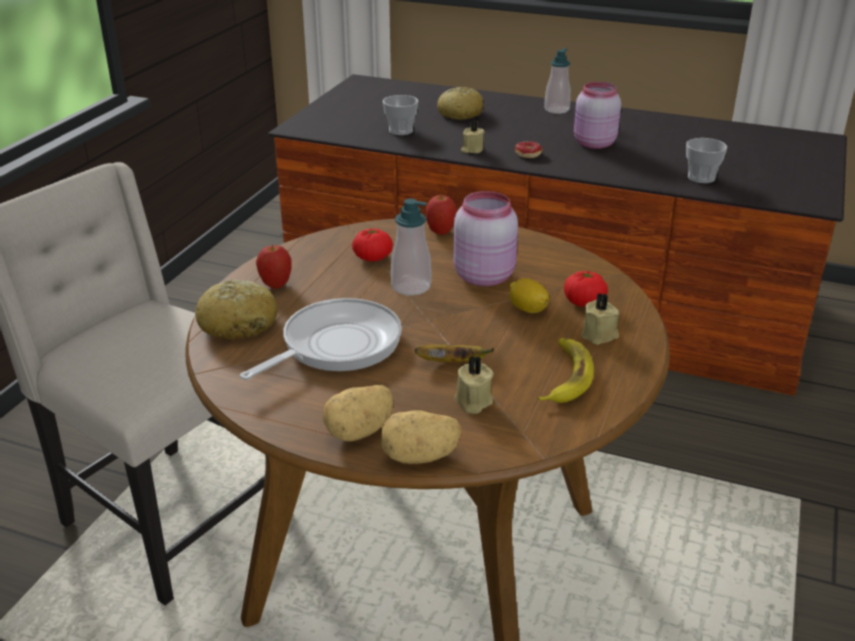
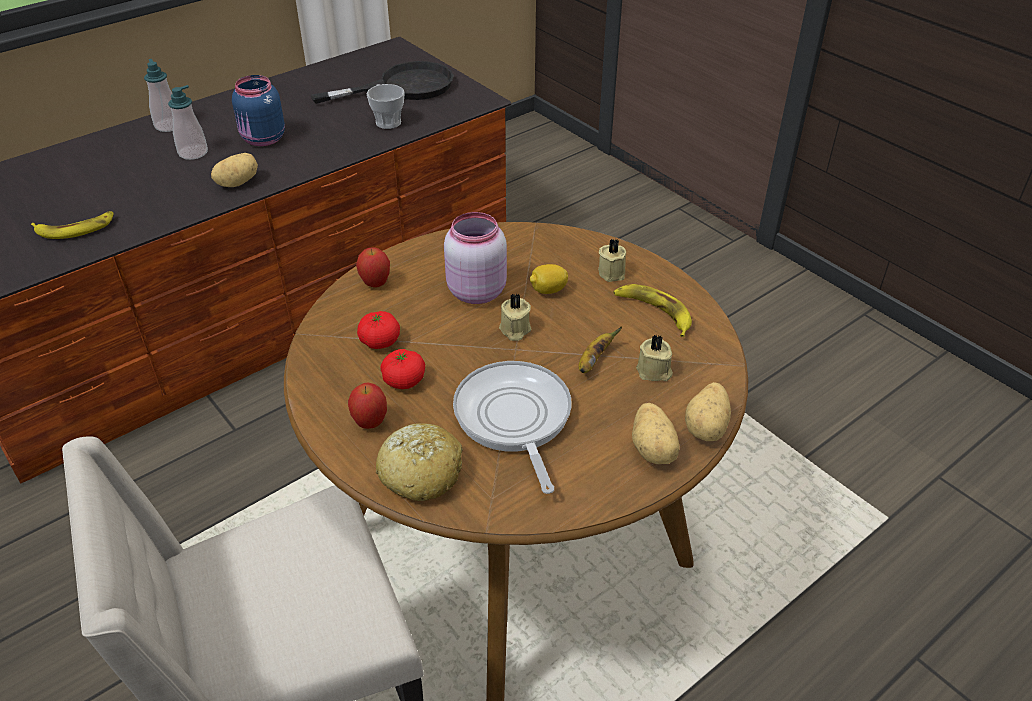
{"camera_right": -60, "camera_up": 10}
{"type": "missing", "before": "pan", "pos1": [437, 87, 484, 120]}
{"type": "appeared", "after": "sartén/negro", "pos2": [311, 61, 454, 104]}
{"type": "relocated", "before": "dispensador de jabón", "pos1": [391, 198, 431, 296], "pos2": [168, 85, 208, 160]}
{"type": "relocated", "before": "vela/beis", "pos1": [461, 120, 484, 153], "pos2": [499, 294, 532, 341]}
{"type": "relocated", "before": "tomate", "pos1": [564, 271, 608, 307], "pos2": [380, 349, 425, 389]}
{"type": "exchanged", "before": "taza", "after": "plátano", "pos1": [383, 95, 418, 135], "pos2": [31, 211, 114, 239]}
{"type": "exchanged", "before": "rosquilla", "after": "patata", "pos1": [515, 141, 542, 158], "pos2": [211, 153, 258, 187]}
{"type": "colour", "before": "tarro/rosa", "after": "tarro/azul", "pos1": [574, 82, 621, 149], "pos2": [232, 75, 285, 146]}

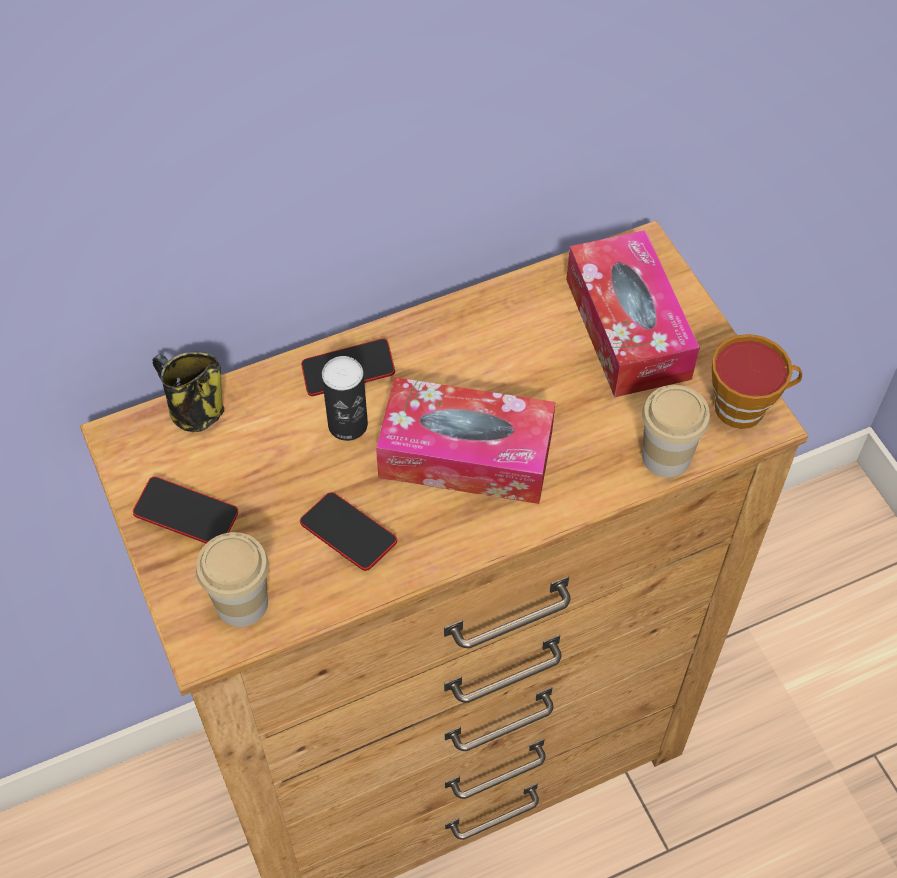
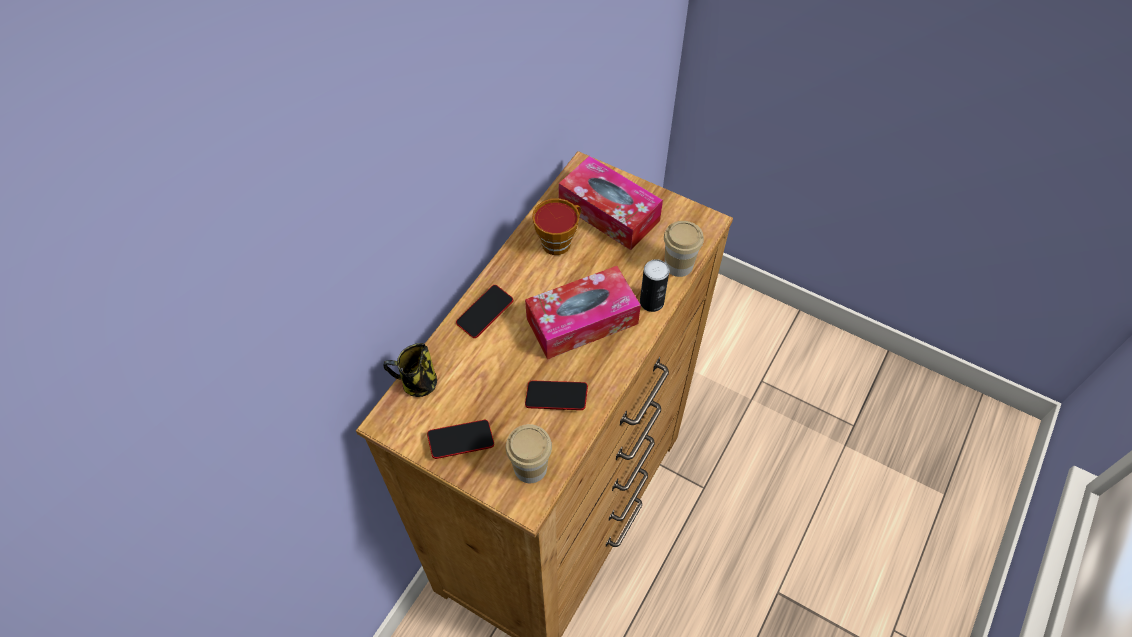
{"camera_right": -35, "camera_up": 0}
{"type": "relocated", "before": "lata", "pos1": [322, 356, 368, 441], "pos2": [640, 259, 669, 312]}
{"type": "relocated", "before": "taza", "pos1": [712, 334, 802, 429], "pos2": [532, 198, 581, 255]}

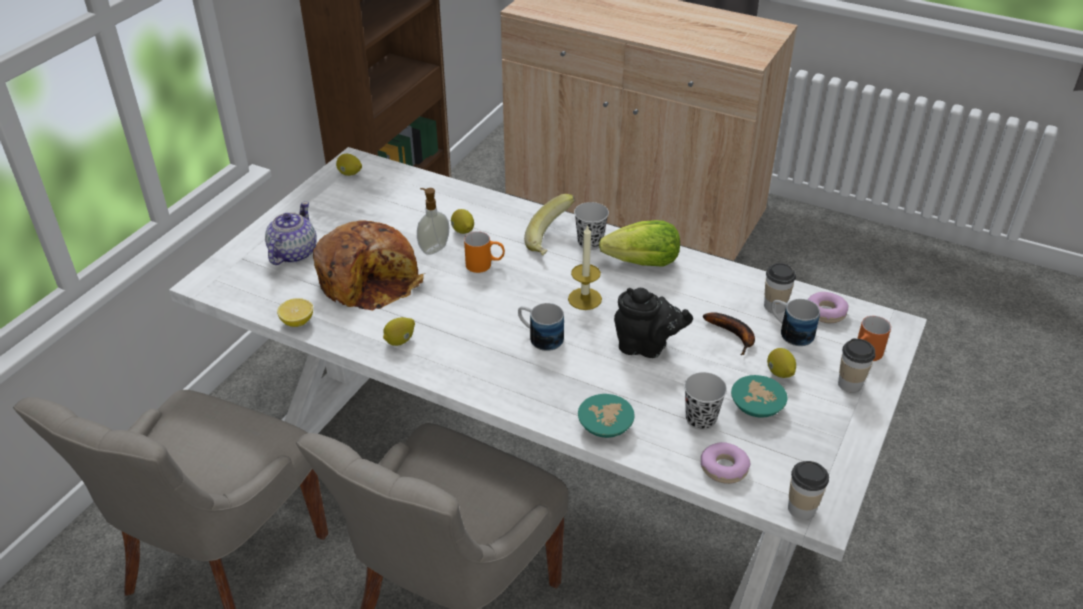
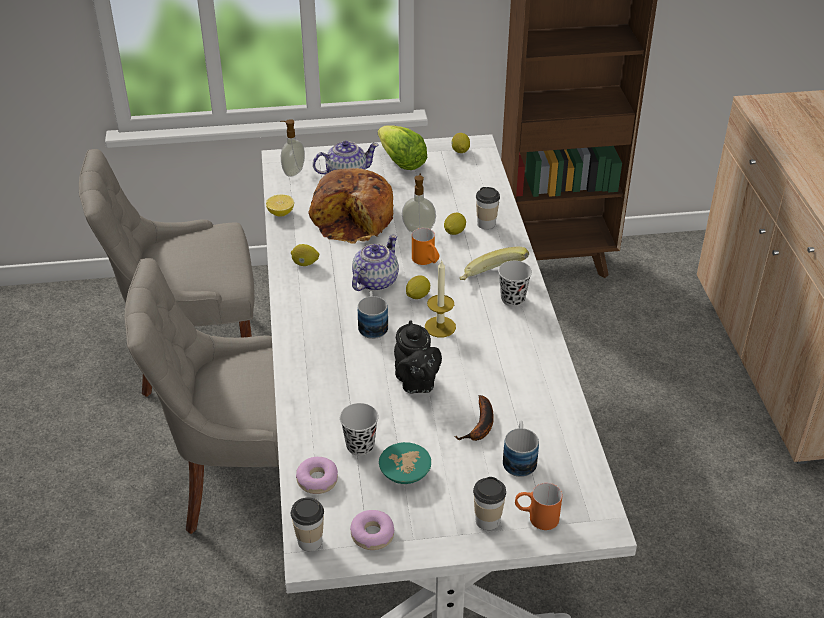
{"camera_right": 55, "camera_up": 0}
{"type": "missing", "before": "cuenco/turquesa", "pos1": [578, 394, 634, 438]}
{"type": "appeared", "after": "dispensador de jabón", "pos2": [280, 119, 305, 177]}
{"type": "appeared", "after": "tetera", "pos2": [352, 235, 399, 291]}
{"type": "relocated", "before": "lechuga", "pos1": [599, 220, 680, 267], "pos2": [378, 125, 428, 170]}
{"type": "relocated", "before": "taza", "pos1": [764, 263, 796, 314], "pos2": [476, 187, 500, 229]}
{"type": "relocated", "before": "limón", "pos1": [767, 348, 796, 378], "pos2": [406, 275, 430, 299]}
{"type": "relocated", "before": "rosquilla", "pos1": [807, 292, 849, 323], "pos2": [350, 510, 394, 550]}

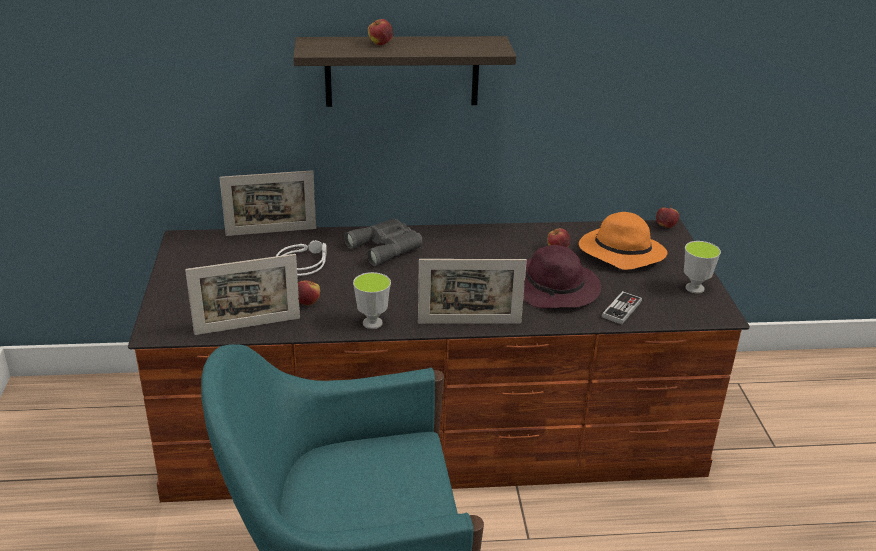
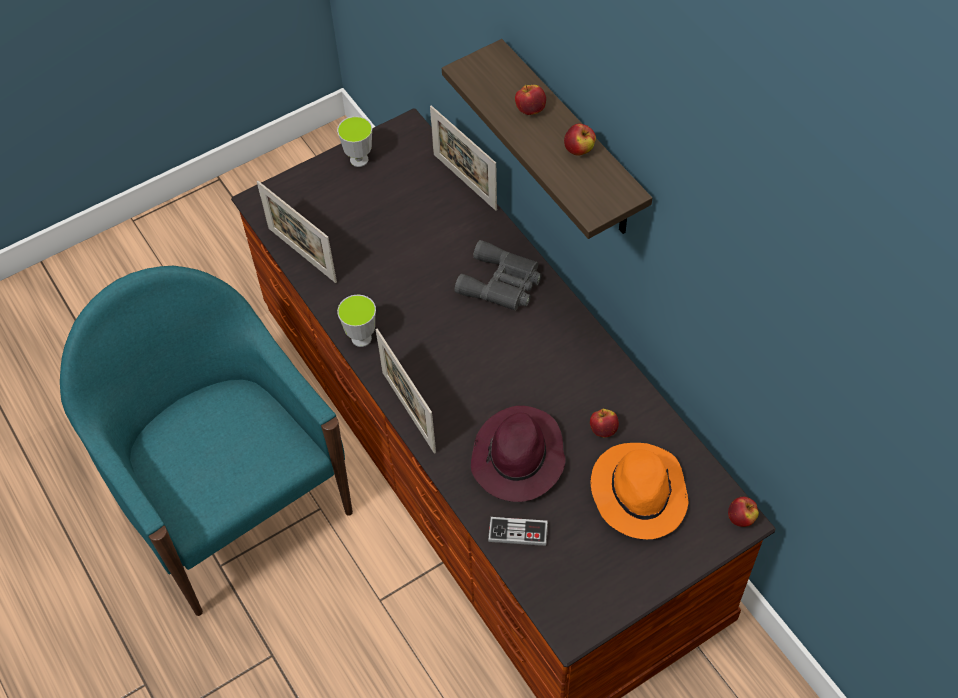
{"camera_right": 65, "camera_up": 25}
{"type": "missing", "before": "auriculares/gris", "pos1": [276, 240, 327, 276]}
{"type": "relocated", "before": "manzana", "pos1": [298, 280, 320, 305], "pos2": [564, 123, 596, 156]}
{"type": "relocated", "before": "taza", "pos1": [684, 241, 721, 294], "pos2": [337, 116, 372, 167]}

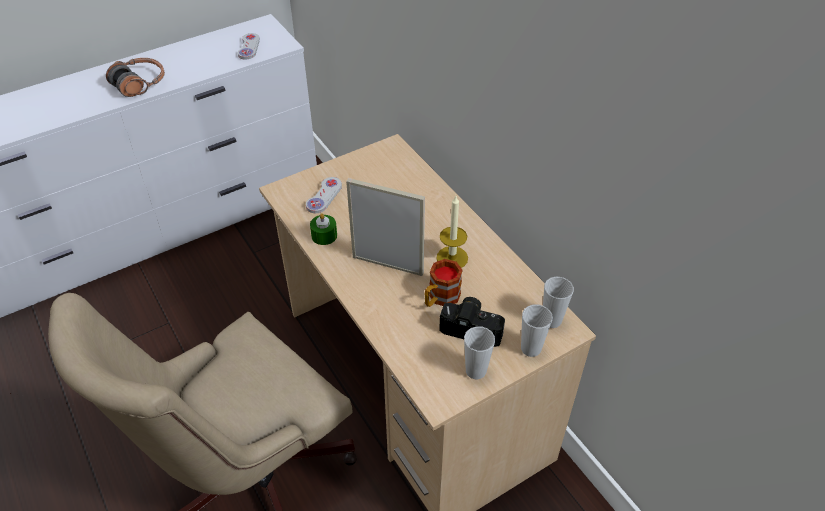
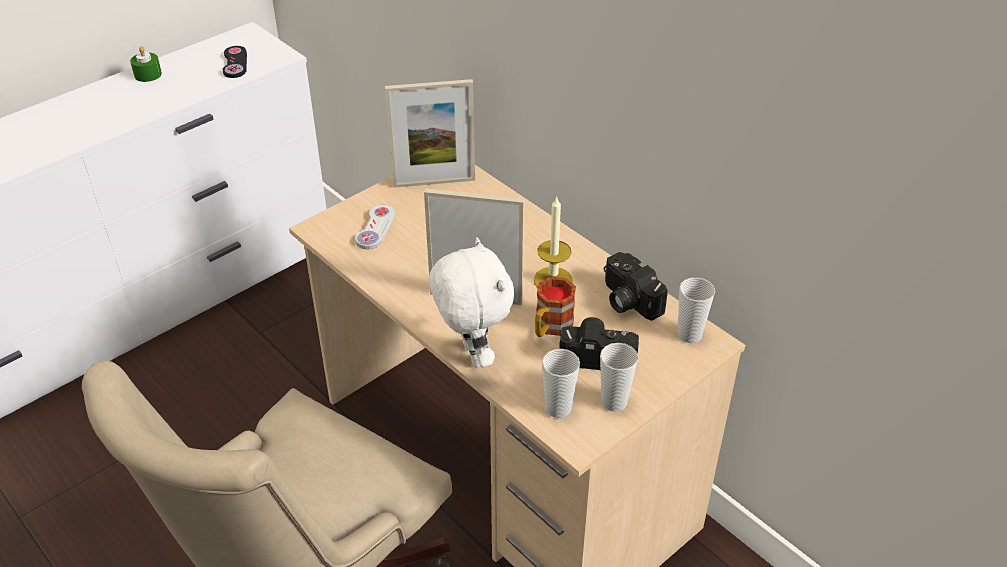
{"camera_right": -10, "camera_up": -5}
{"type": "missing", "before": "auriculares", "pos1": [106, 58, 165, 97]}
{"type": "appeared", "after": "portarretratos", "pos2": [385, 79, 475, 188]}
{"type": "appeared", "after": "peluche/blanco", "pos2": [429, 237, 514, 368]}
{"type": "appeared", "after": "cámara", "pos2": [604, 252, 668, 321]}
{"type": "relocated", "before": "vela/verde", "pos1": [310, 213, 337, 245], "pos2": [130, 46, 162, 82]}
{"type": "relocated", "before": "taza", "pos1": [521, 304, 553, 357], "pos2": [542, 349, 580, 418]}
{"type": "colour", "before": "mando de consola/blanco", "after": "mando de consola/negro", "pos1": [238, 33, 260, 59], "pos2": [223, 46, 247, 78]}

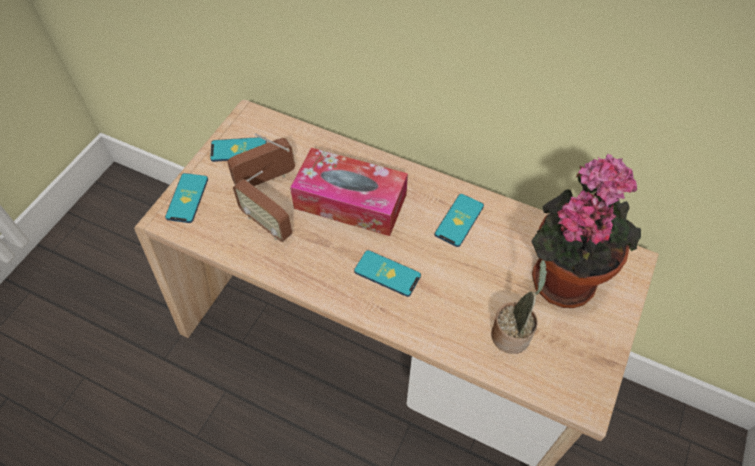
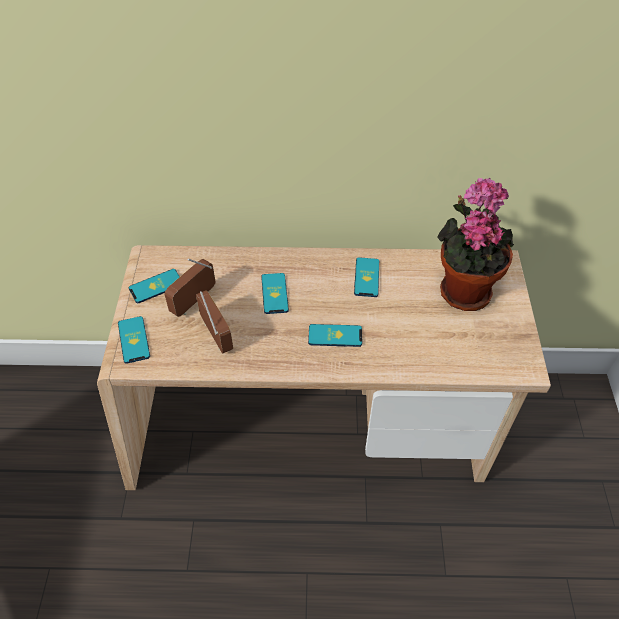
{"camera_right": -25, "camera_up": -5}
{"type": "missing", "before": "planta en maceta", "pos1": [491, 260, 548, 354]}
{"type": "exchanged", "before": "caja de pañuelos", "after": "móvil", "pos1": [290, 148, 408, 236], "pos2": [261, 273, 289, 314]}
{"type": "spun", "before": "radio", "pos1": [233, 171, 292, 242], "pos2": [196, 290, 233, 353], "turn": -135}

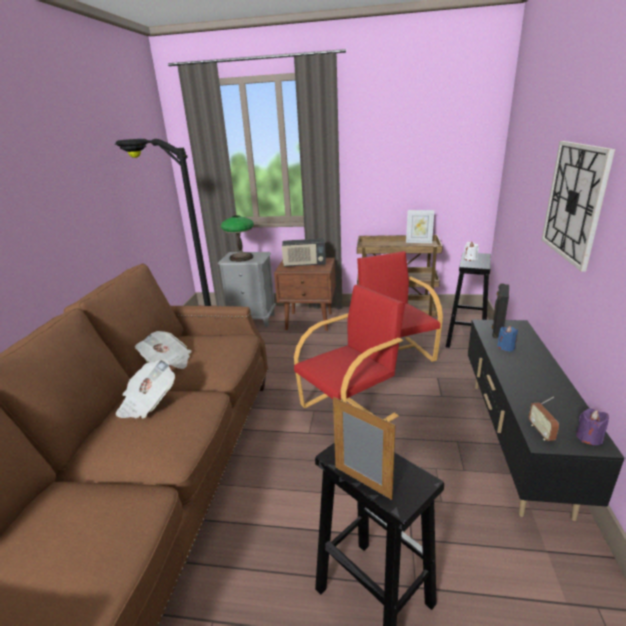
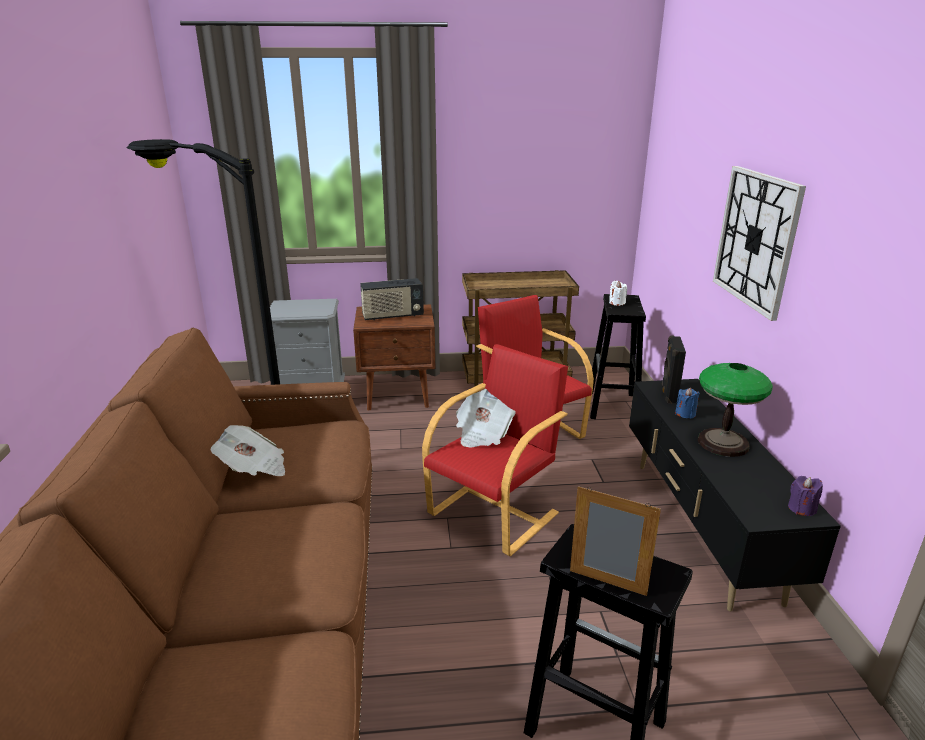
{"camera_right": -15, "camera_up": 0}
{"type": "missing", "before": "portarretratos", "pos1": [406, 210, 434, 243]}
{"type": "missing", "before": "radio", "pos1": [529, 396, 559, 441]}
{"type": "relocated", "before": "periódico", "pos1": [116, 359, 175, 419], "pos2": [456, 389, 516, 447]}
{"type": "relocated", "before": "lámpara de mesa", "pos1": [221, 215, 254, 262], "pos2": [698, 363, 773, 457]}

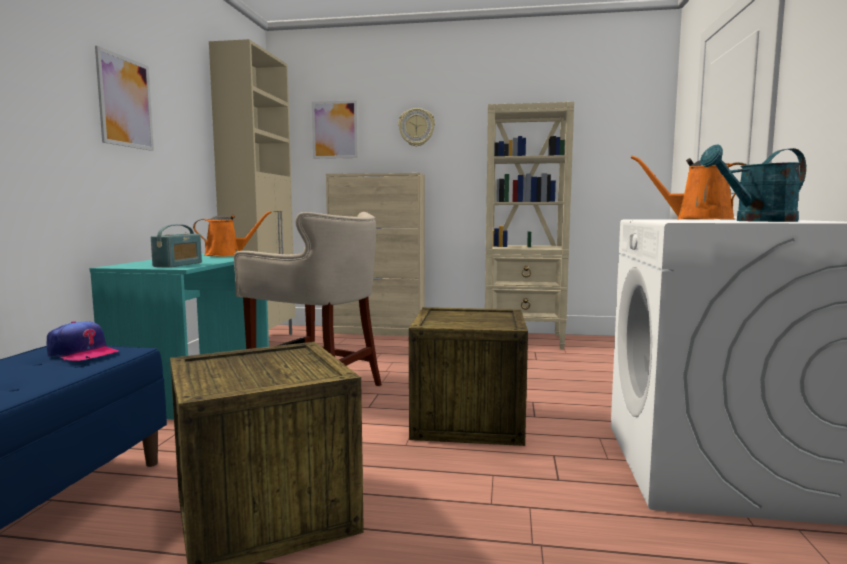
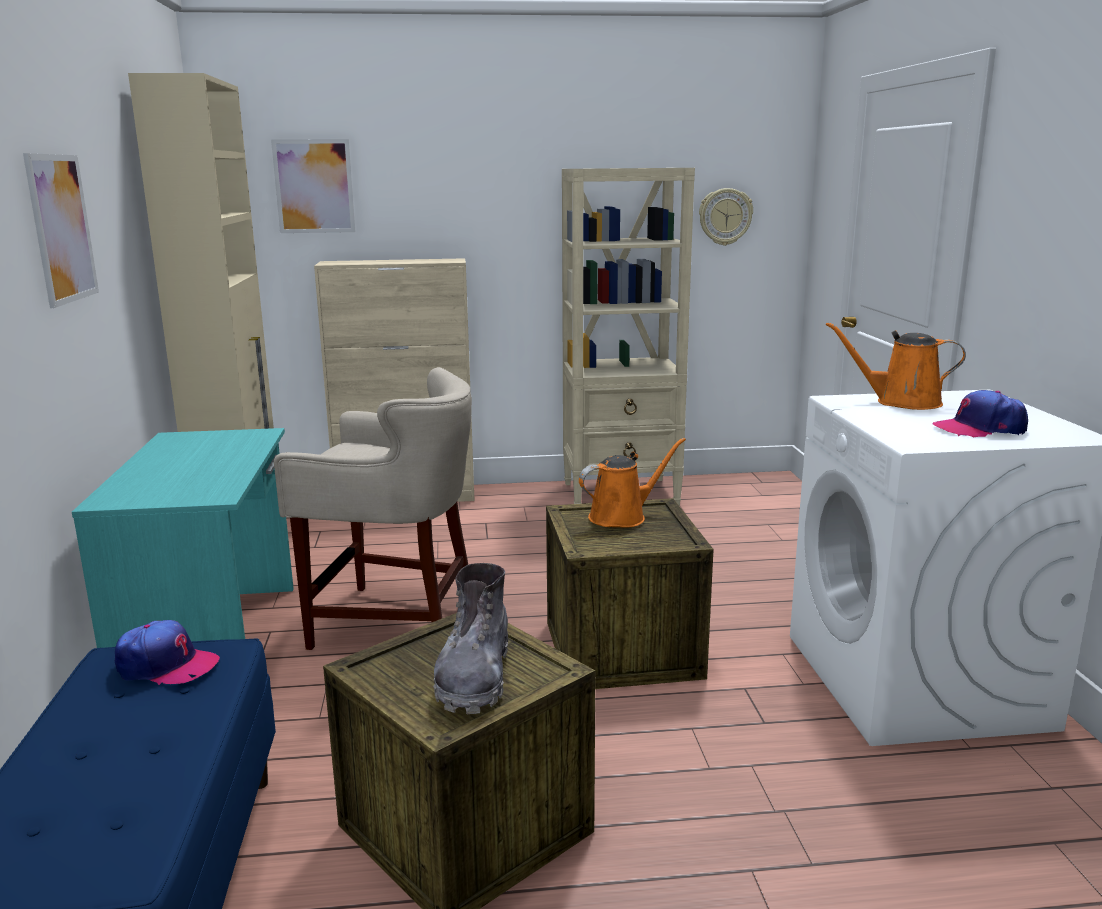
{"camera_right": -15, "camera_up": 10}
{"type": "missing", "before": "radio", "pos1": [151, 224, 202, 267]}
{"type": "appeared", "after": "bota/gris", "pos2": [433, 563, 508, 715]}
{"type": "relocated", "before": "regadera/naranja", "pos1": [193, 211, 272, 257], "pos2": [579, 438, 686, 528]}
{"type": "relocated", "before": "reloj de pared", "pos1": [398, 108, 435, 147], "pos2": [699, 188, 753, 246]}
{"type": "exchanged", "before": "regadera/turquesa", "after": "gorra", "pos1": [700, 145, 806, 222], "pos2": [932, 390, 1028, 437]}

